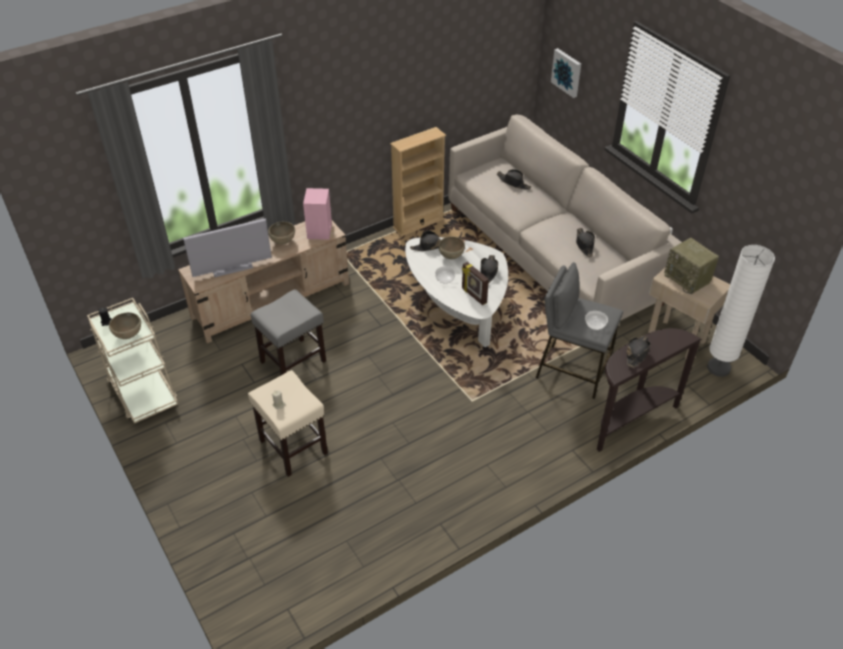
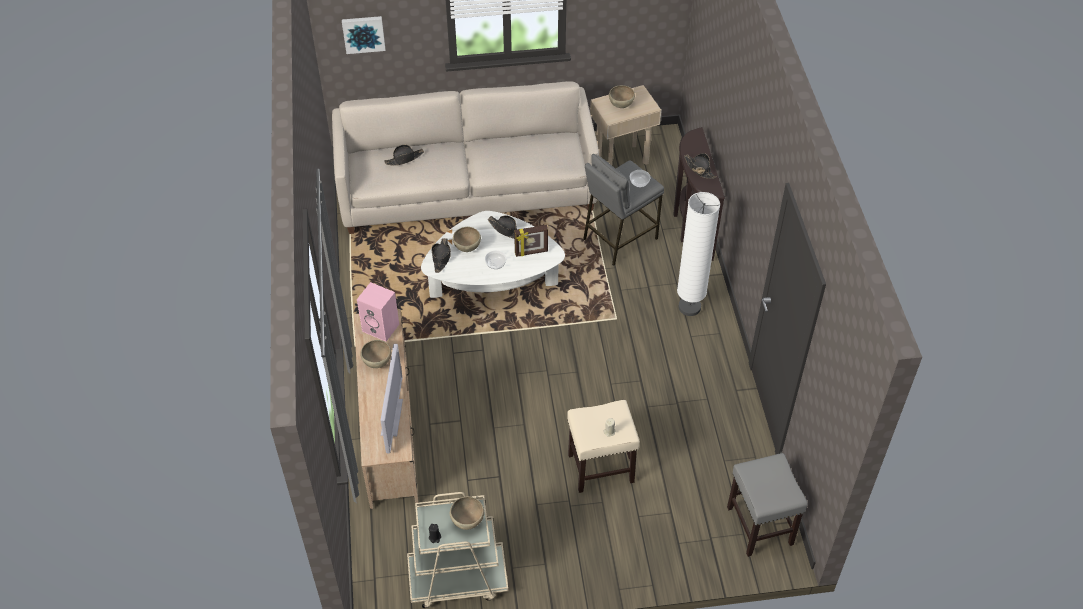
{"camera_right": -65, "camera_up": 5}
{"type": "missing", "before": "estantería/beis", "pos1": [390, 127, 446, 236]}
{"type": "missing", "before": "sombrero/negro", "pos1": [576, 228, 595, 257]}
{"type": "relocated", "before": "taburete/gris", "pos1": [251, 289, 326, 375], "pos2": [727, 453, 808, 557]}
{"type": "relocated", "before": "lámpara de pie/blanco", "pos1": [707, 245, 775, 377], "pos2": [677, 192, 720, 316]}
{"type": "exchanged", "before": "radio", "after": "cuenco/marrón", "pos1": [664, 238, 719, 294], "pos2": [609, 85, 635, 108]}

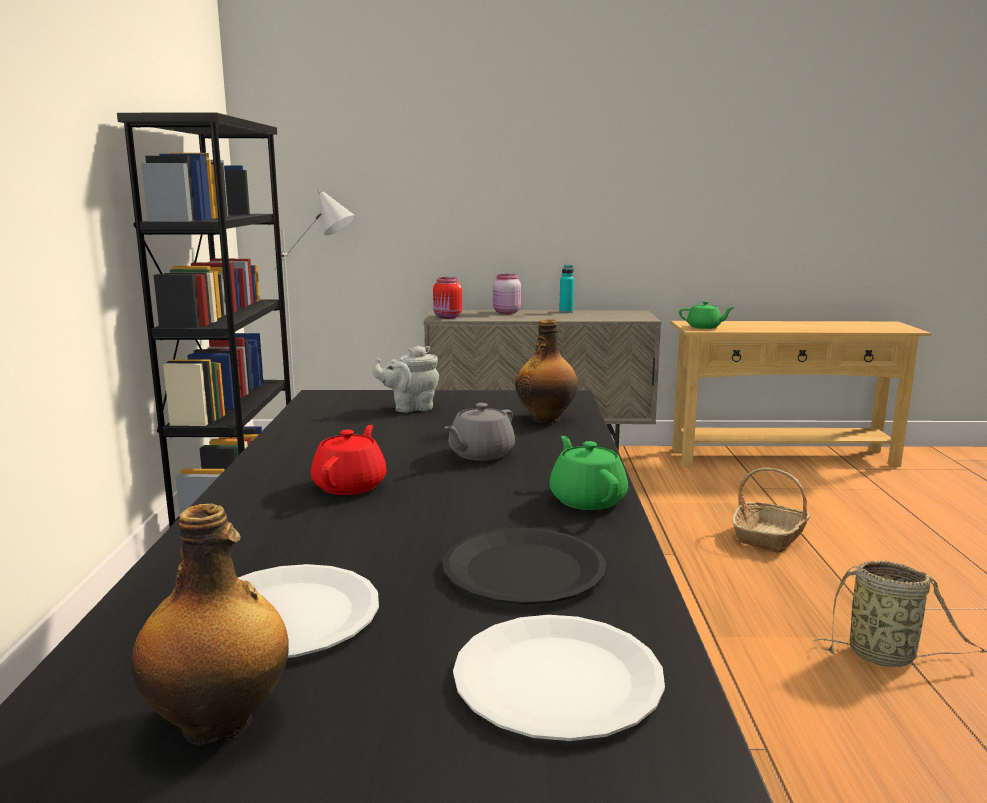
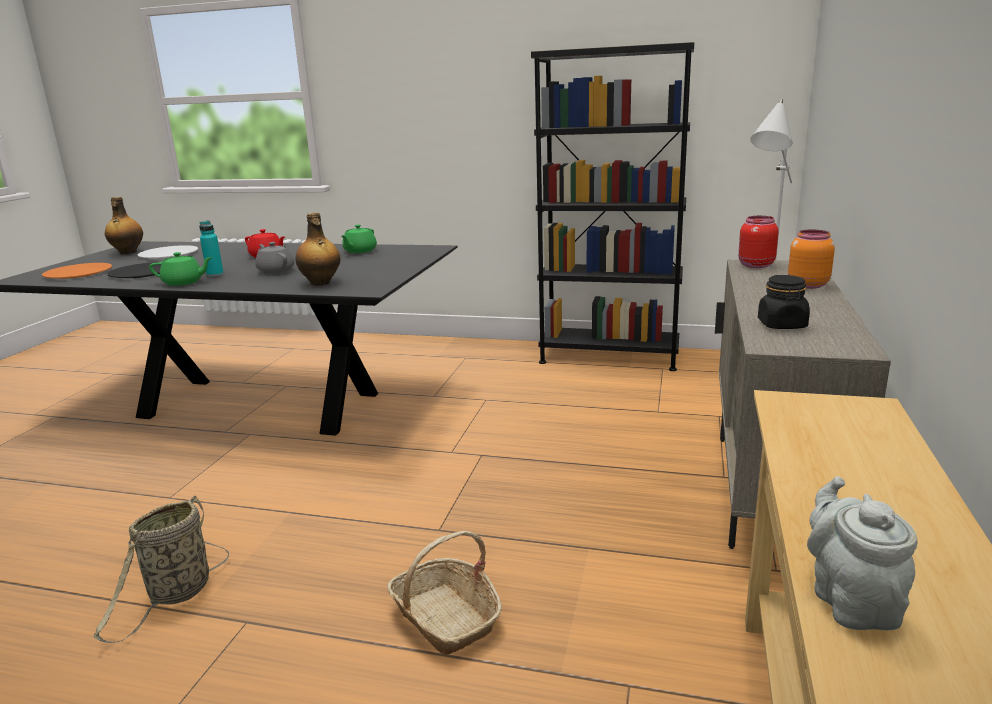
{"camera_right": 105, "camera_up": 5}
{"type": "appeared", "after": "tarro/negro", "pos2": [758, 275, 810, 329]}
{"type": "relocated", "before": "tetera/gris", "pos1": [372, 346, 439, 412], "pos2": [807, 476, 918, 630]}
{"type": "relocated", "before": "botella/turquesa", "pos1": [559, 265, 574, 313], "pos2": [199, 221, 224, 277]}
{"type": "relocated", "before": "tetera/verde", "pos1": [679, 301, 735, 329], "pos2": [341, 224, 377, 253]}
{"type": "colour", "before": "plato/blanco", "after": "plato/naranja", "pos1": [453, 615, 665, 741], "pos2": [42, 263, 112, 279]}
{"type": "colour", "before": "tarro/rosa", "after": "tarro/naranja", "pos1": [493, 274, 521, 314], "pos2": [788, 230, 835, 289]}

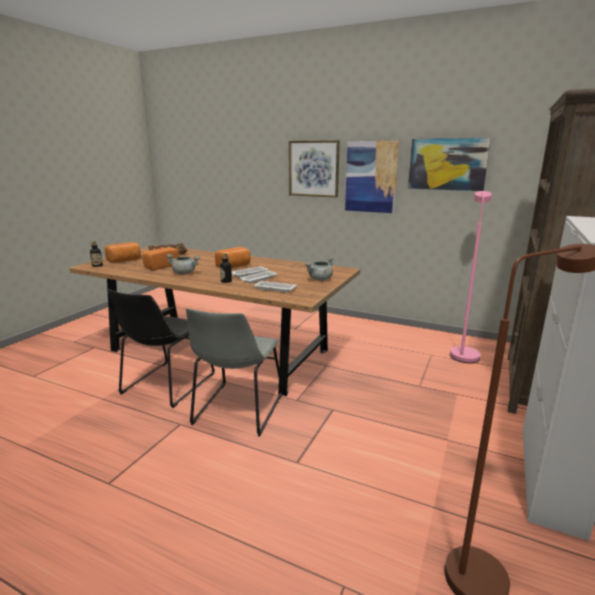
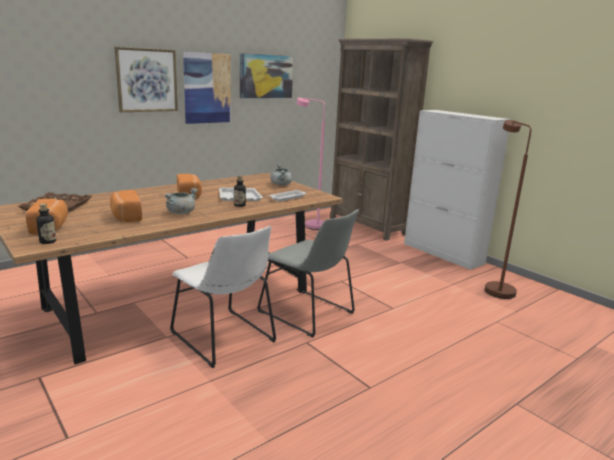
{"camera_right": -65, "camera_up": 0}
{"type": "colour", "before": "silla/negro", "after": "silla/blanco", "pos1": [107, 289, 215, 408], "pos2": [170, 226, 276, 368]}

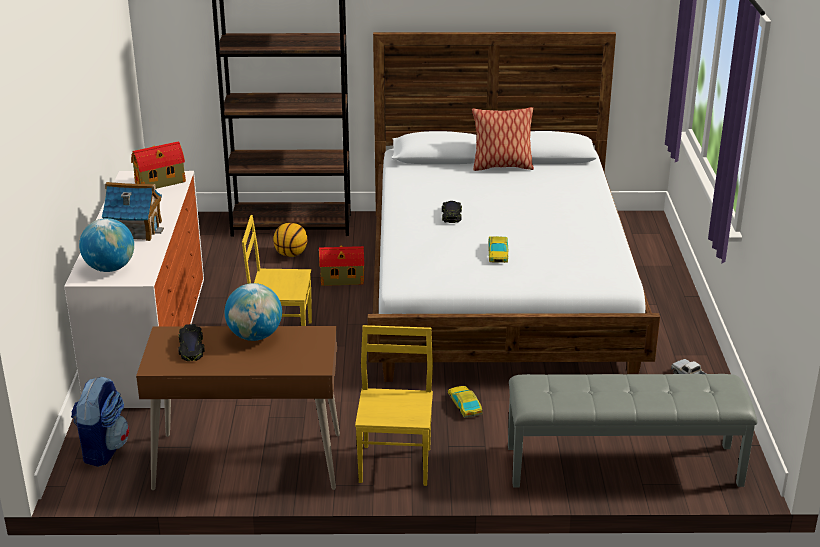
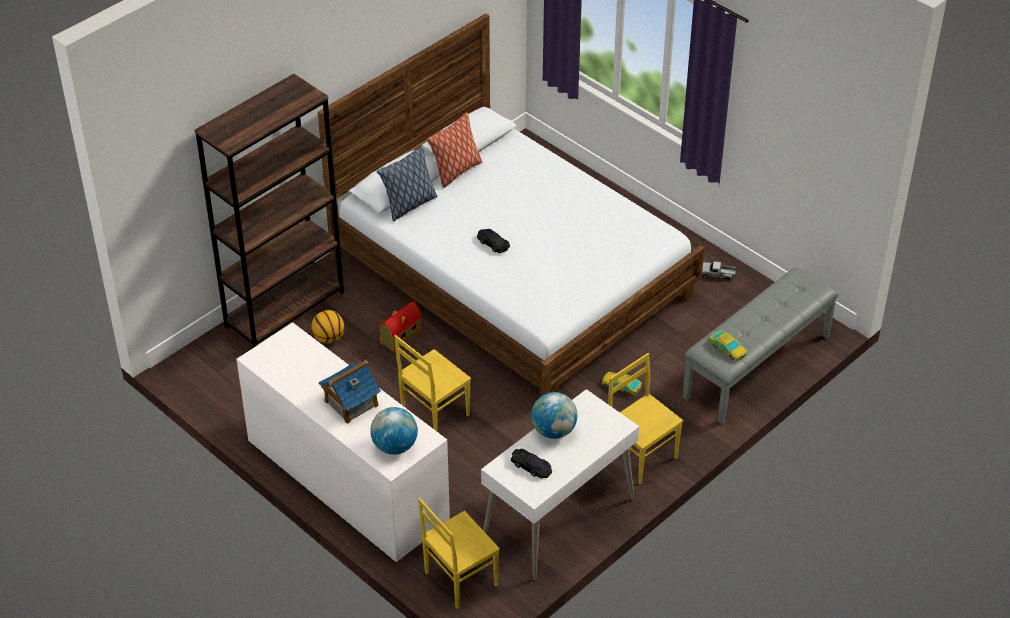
{"camera_right": -45, "camera_up": 15}
{"type": "missing", "before": "casita", "pos1": [131, 142, 186, 189]}
{"type": "appeared", "after": "cojín", "pos2": [377, 145, 438, 222]}
{"type": "relocated", "before": "coche de juguete", "pos1": [488, 236, 508, 263], "pos2": [708, 330, 748, 361]}
{"type": "exchanged", "before": "mochila", "after": "silla/amarillo", "pos1": [71, 377, 129, 467], "pos2": [418, 498, 500, 609]}
{"type": "colour", "before": "escritorio/marrón", "after": "escritorio/blanco", "pos1": [136, 326, 340, 490], "pos2": [481, 389, 639, 580]}

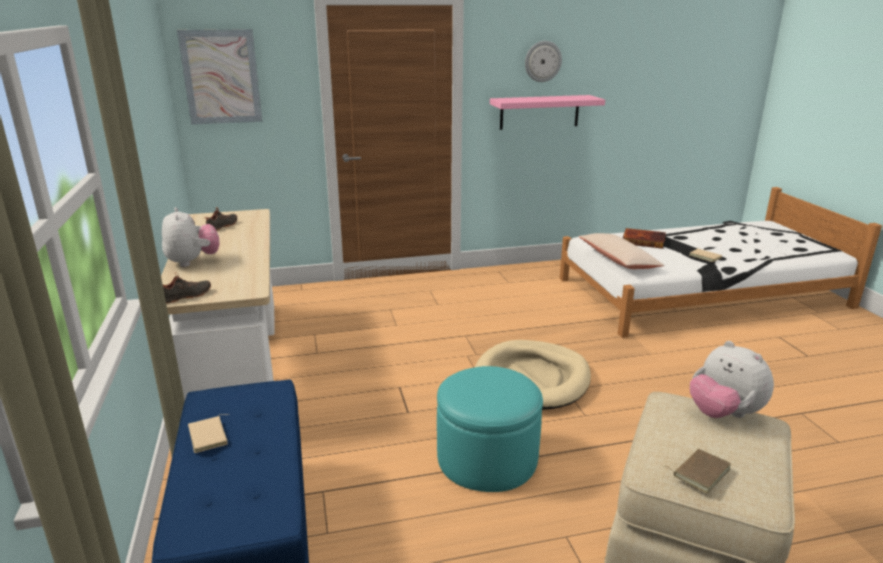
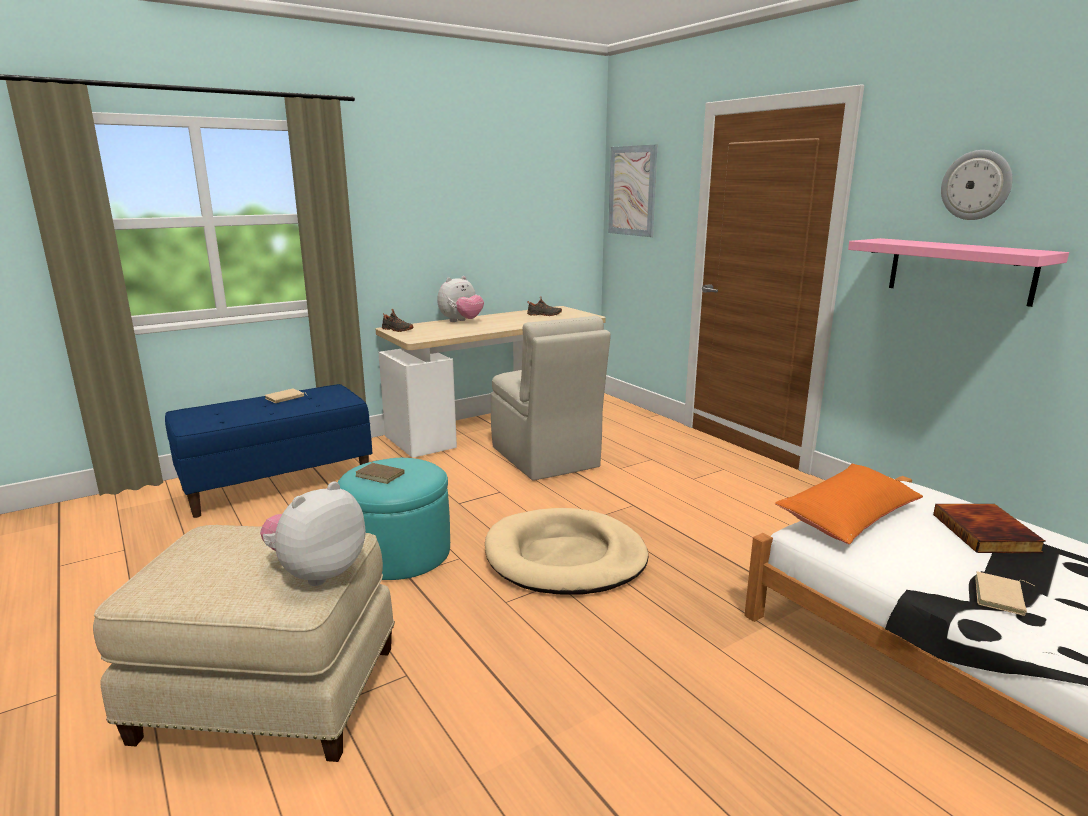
{"camera_right": 70, "camera_up": -5}
{"type": "appeared", "after": "silla/beis", "pos2": [491, 316, 611, 481]}
{"type": "relocated", "before": "libro/marrón", "pos1": [665, 449, 731, 493], "pos2": [356, 460, 405, 484]}
{"type": "colour", "before": "cojín/beis", "after": "cojín/naranja", "pos1": [579, 233, 664, 269], "pos2": [775, 463, 923, 544]}

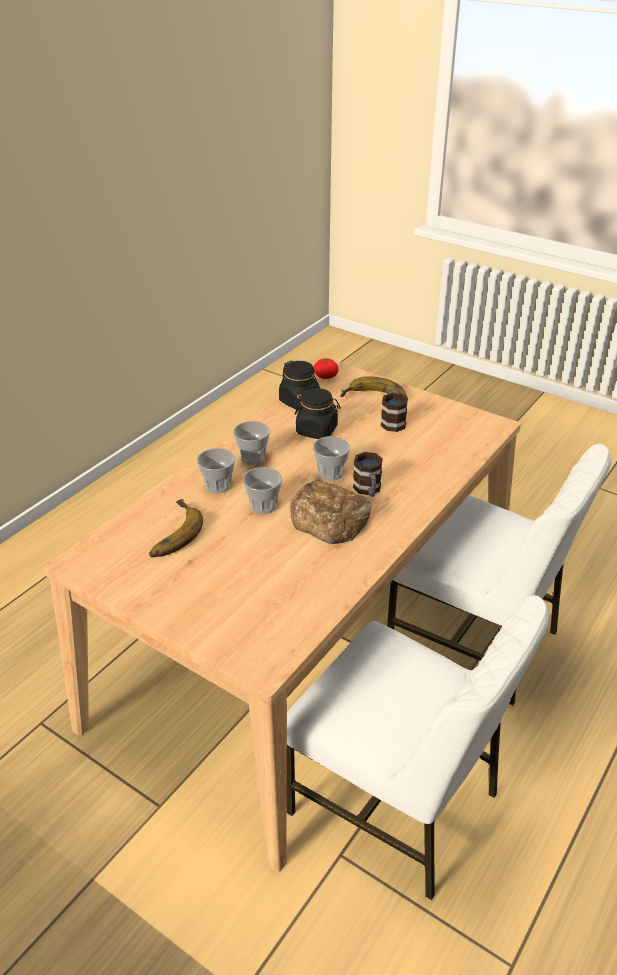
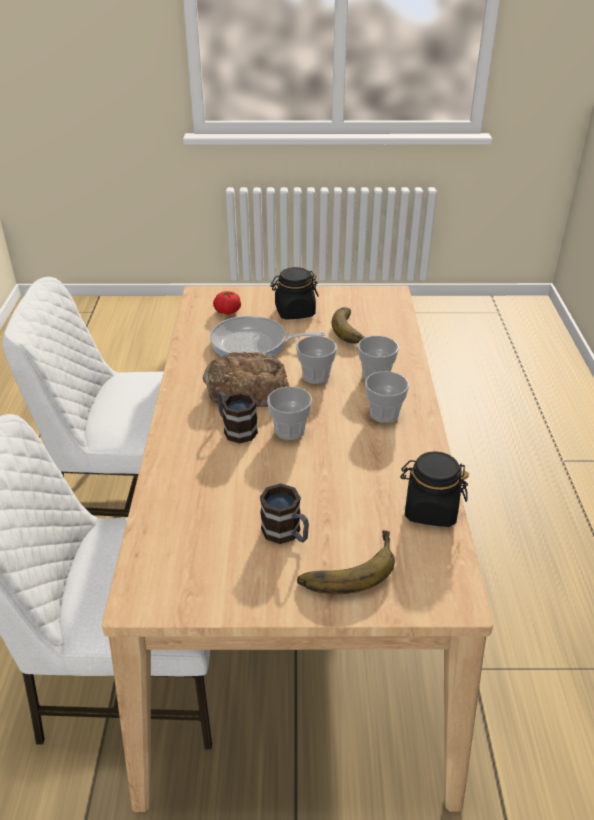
{"camera_right": 145, "camera_up": 0}
{"type": "appeared", "after": "sartén", "pos2": [210, 316, 325, 357]}
{"type": "relocated", "before": "tarro/negro", "pos1": [294, 388, 341, 439], "pos2": [270, 267, 319, 319]}
{"type": "relocated", "before": "tomate", "pos1": [314, 358, 339, 379], "pos2": [213, 291, 241, 315]}

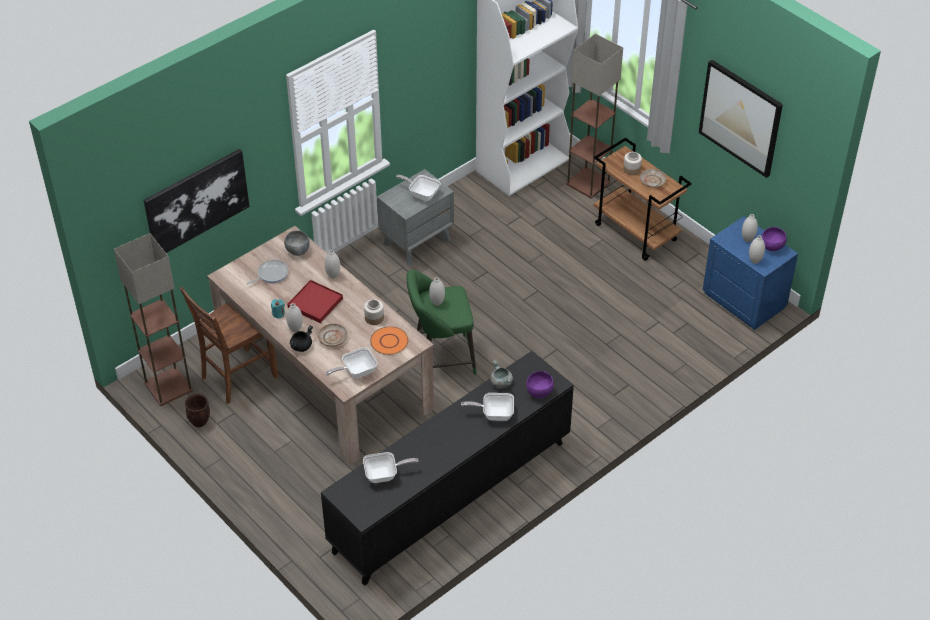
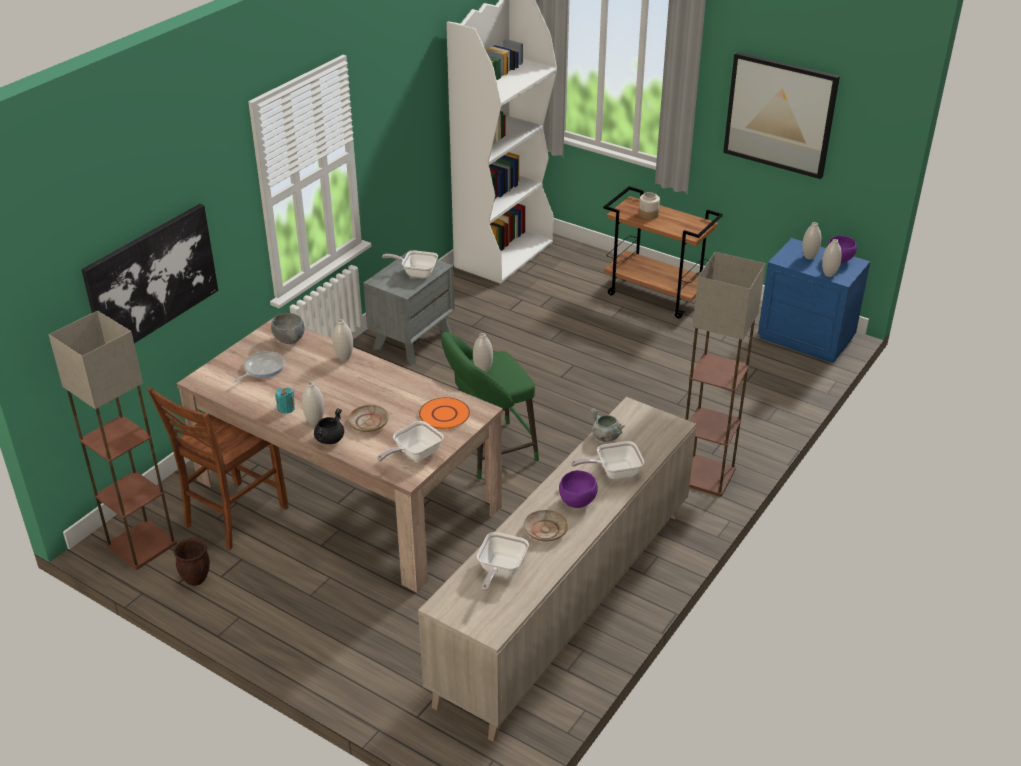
{"camera_right": -15, "camera_up": -10}
{"type": "missing", "before": "bandeja/rojo", "pos1": [287, 280, 343, 323]}
{"type": "missing", "before": "tarro", "pos1": [364, 299, 384, 325]}
{"type": "relocated", "before": "cuenco/morado", "pos1": [526, 371, 554, 398], "pos2": [559, 470, 598, 508]}
{"type": "relocated", "before": "lámpara de pie", "pos1": [566, 34, 623, 198], "pos2": [686, 252, 766, 497]}
{"type": "relocated", "before": "plato/beis", "pos1": [640, 169, 667, 188], "pos2": [524, 510, 568, 541]}
{"type": "colour", "before": "armario/negro", "after": "armario/beis", "pos1": [321, 351, 574, 586], "pos2": [418, 397, 696, 742]}
{"type": "spun", "before": "sartén", "pos1": [363, 452, 418, 483], "pos2": [477, 532, 529, 591], "turn": 135}

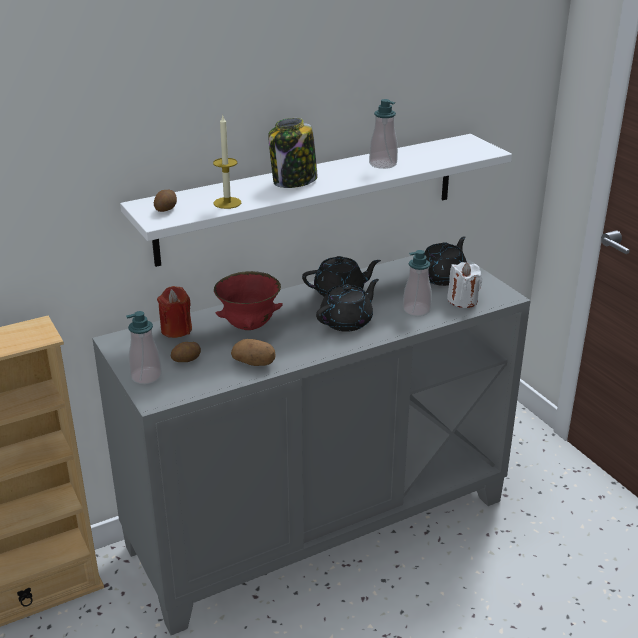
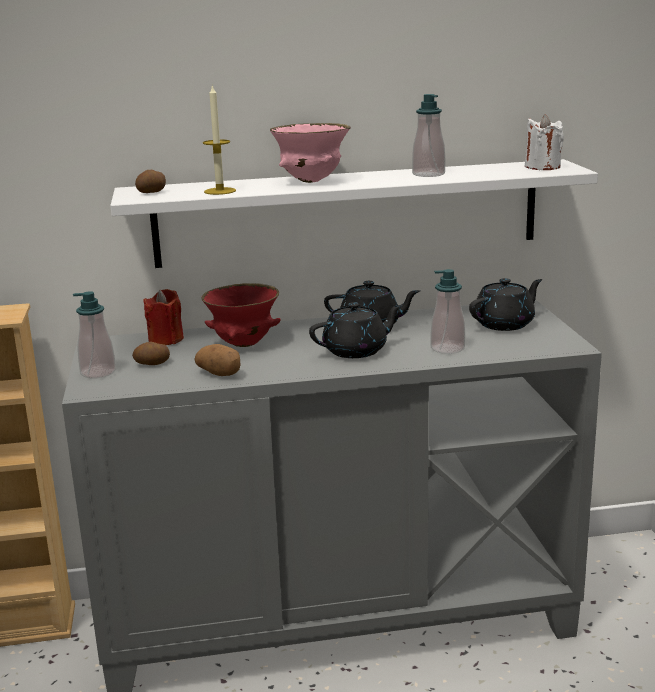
{"camera_right": 20, "camera_up": -10}
{"type": "relocated", "before": "vela/blanco", "pos1": [447, 262, 482, 308], "pos2": [525, 114, 564, 170]}
{"type": "exchanged", "before": "tarro", "after": "cuenco/rosa", "pos1": [268, 118, 318, 188], "pos2": [270, 123, 351, 183]}

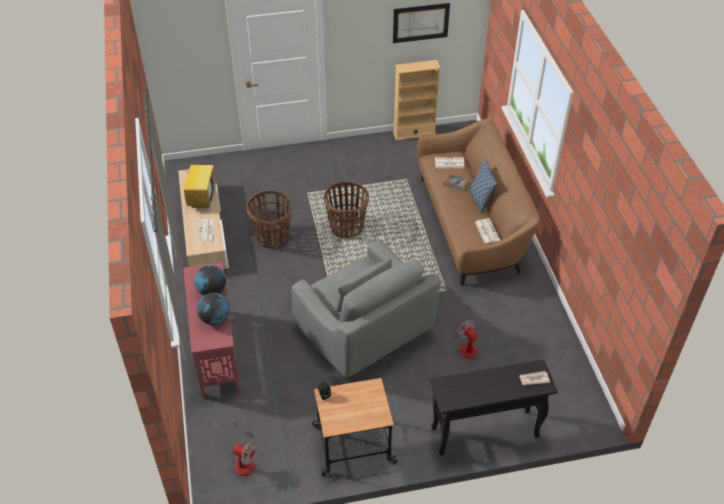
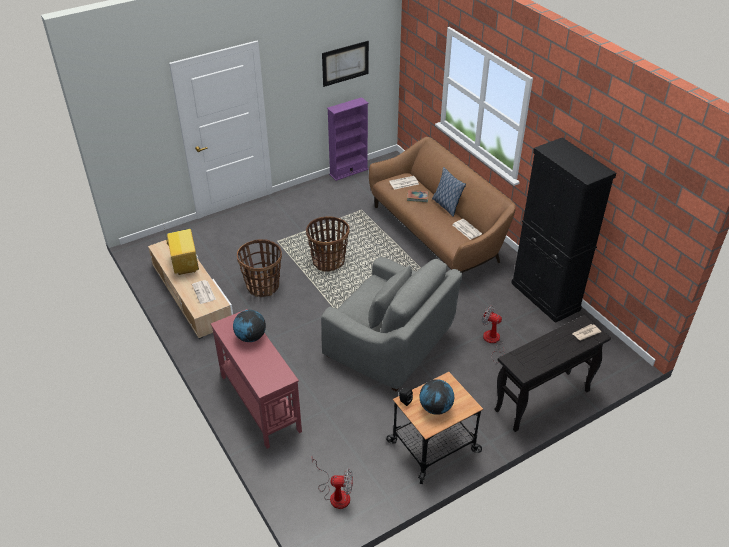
{"camera_right": -20, "camera_up": -5}
{"type": "appeared", "after": "armario/negro", "pos2": [511, 137, 616, 323]}
{"type": "relocated", "before": "globo terráqueo", "pos1": [197, 293, 230, 325], "pos2": [419, 379, 454, 415]}
{"type": "colour", "before": "estantería/beis", "after": "estantería/morado", "pos1": [393, 60, 441, 140], "pos2": [327, 97, 369, 181]}

